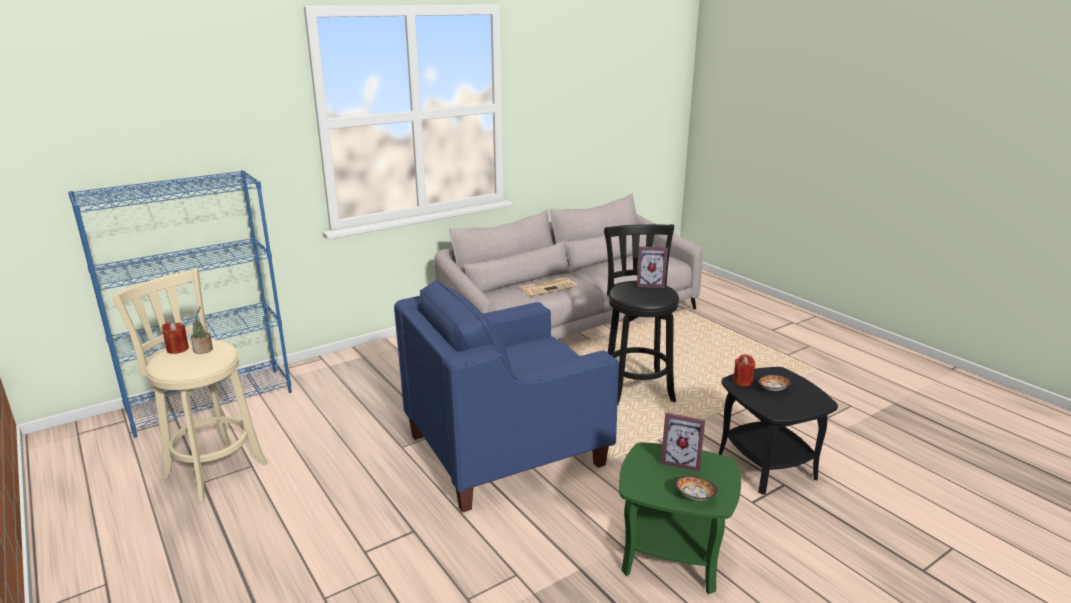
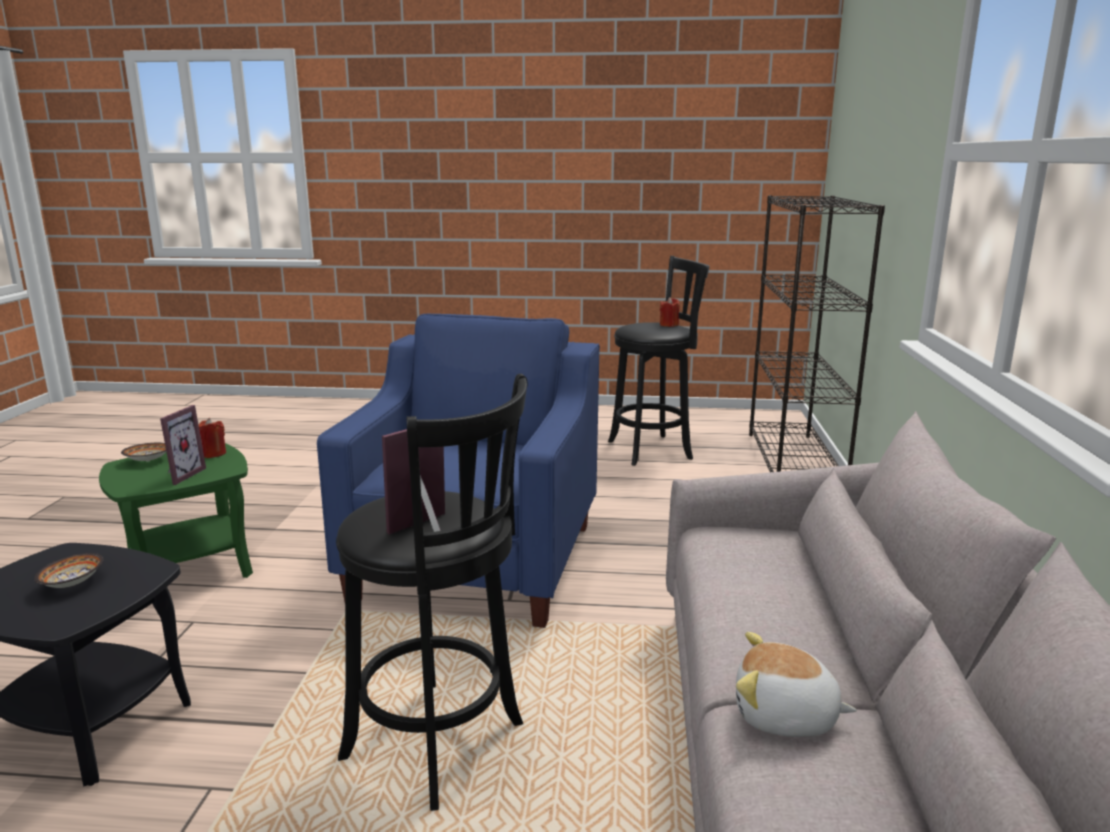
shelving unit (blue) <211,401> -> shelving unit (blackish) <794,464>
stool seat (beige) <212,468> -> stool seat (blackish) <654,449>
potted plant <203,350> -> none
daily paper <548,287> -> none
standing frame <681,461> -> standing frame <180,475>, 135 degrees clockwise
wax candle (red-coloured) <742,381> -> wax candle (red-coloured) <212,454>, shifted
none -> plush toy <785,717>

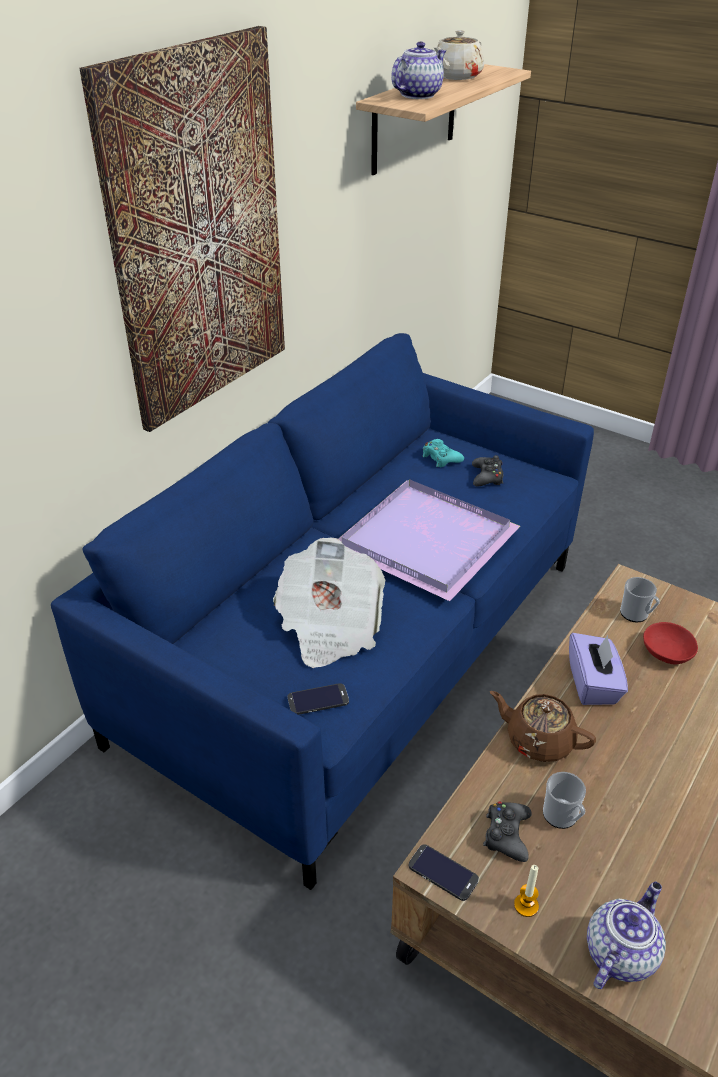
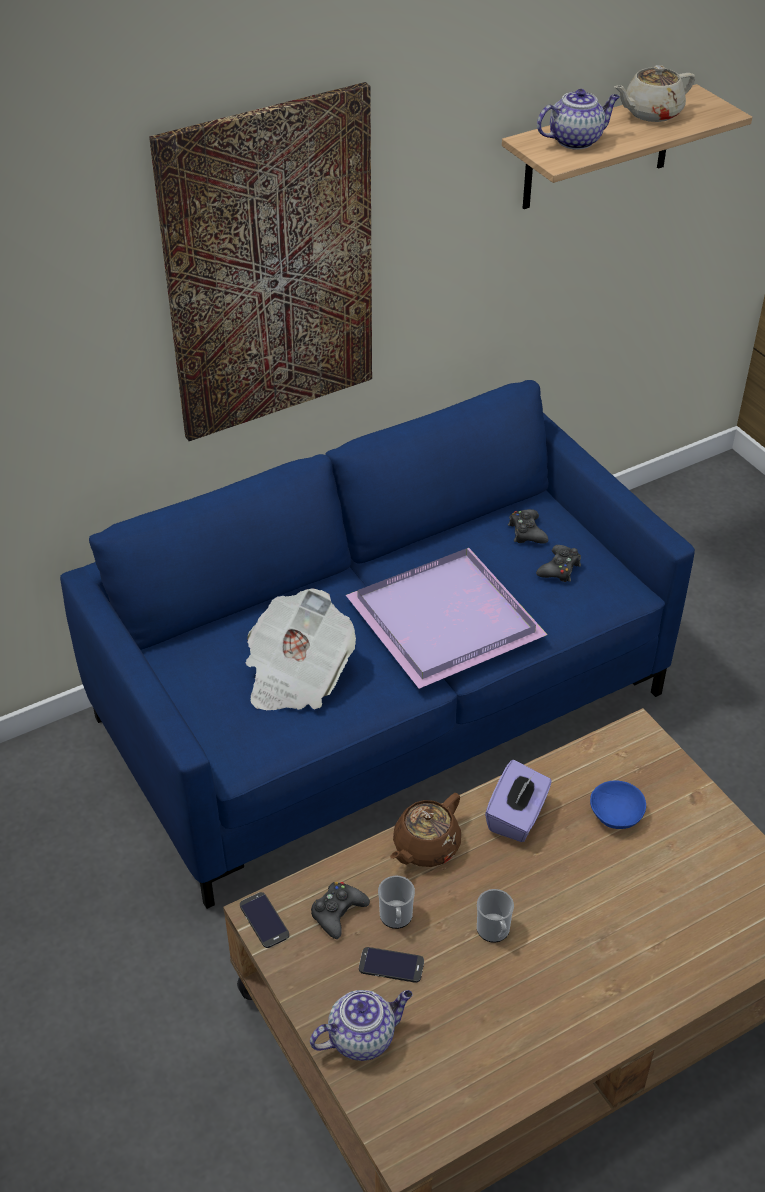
handset <318,700> -> handset <391,965>, shifted
gamepad (blue-green) <441,458> -> gamepad (blackish) <526,532>
tea pot (brown) <538,740> -> tea pot (brown) <425,847>, 105 degrees counterclockwise
wax candle <526,905> -> none
coffee mug <636,615> -> coffee mug <494,932>, shifted
bowl (red-coloured) <668,653> -> bowl (blue) <617,815>

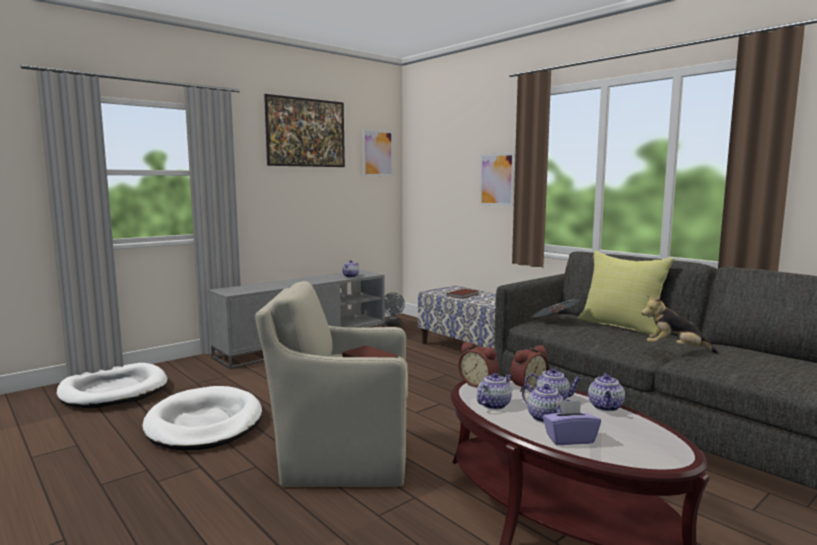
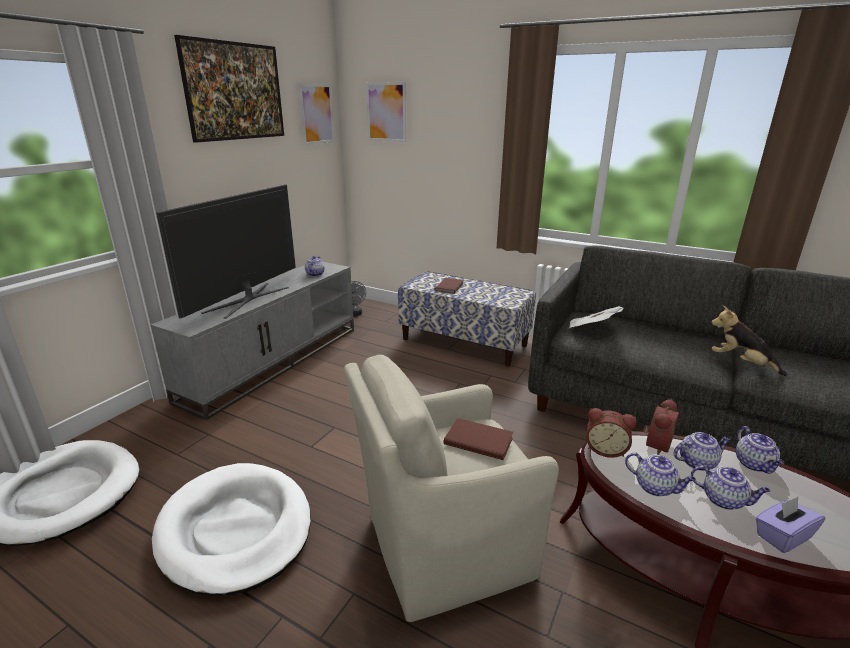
tea pot <494,404> -> tea pot <655,487>, 105 degrees clockwise
wall art <497,179> -> wall art <386,112>, shifted
pillow (yellowish) <622,326> -> none
plush toy <675,350> -> plush toy <741,363>, 45 degrees clockwise
none -> TV set <247,299>

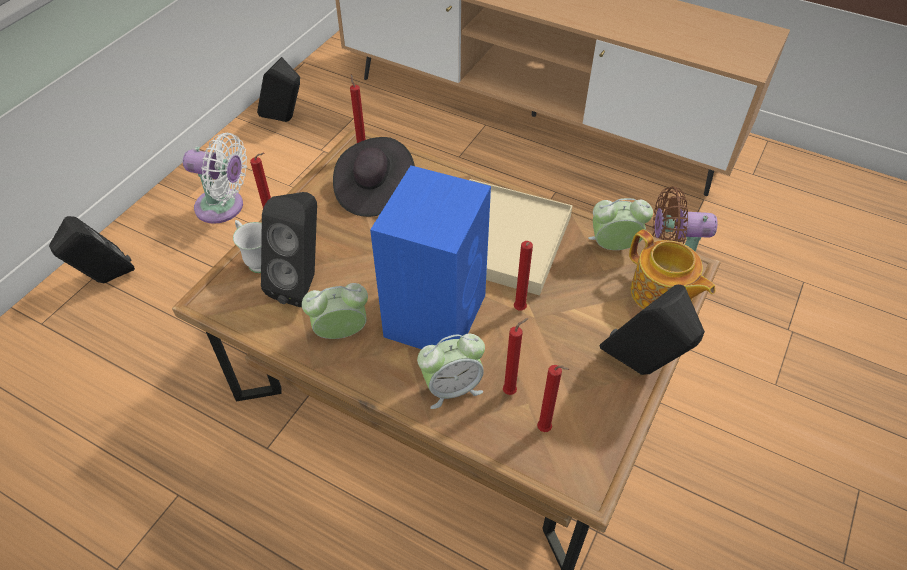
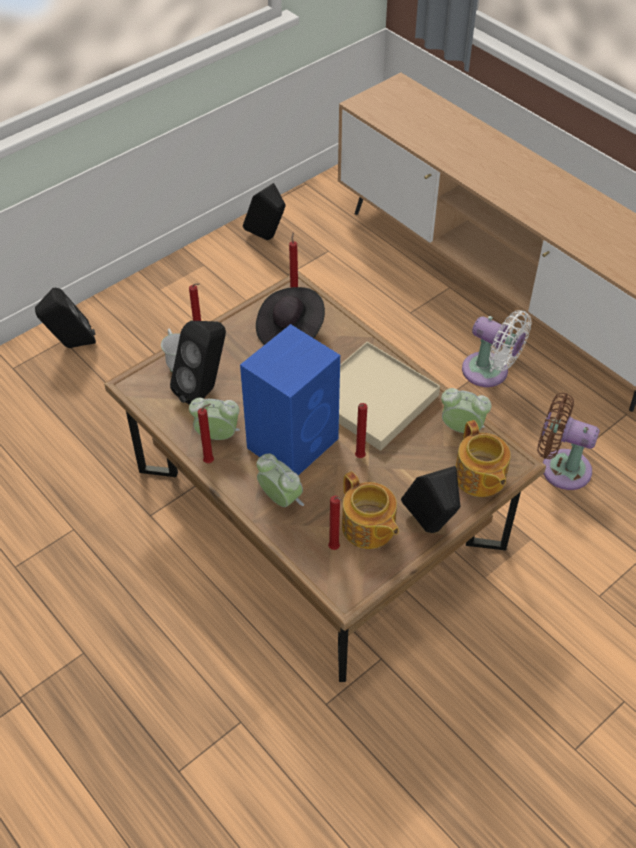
cooling fan (white-coloured) <224,207> -> cooling fan (white-coloured) <489,372>, shifted
table clock <452,388> -> table clock <280,499>, 135 degrees counterclockwise
wax candle (red-coloured) <511,391> -> wax candle (red-coloured) <210,461>, shifted
none -> tea pot <368,528>

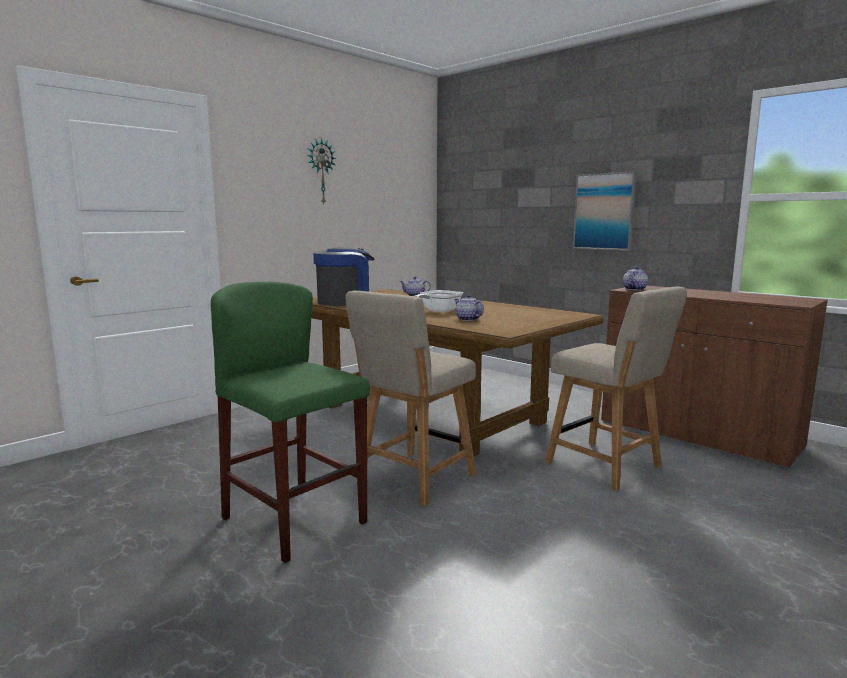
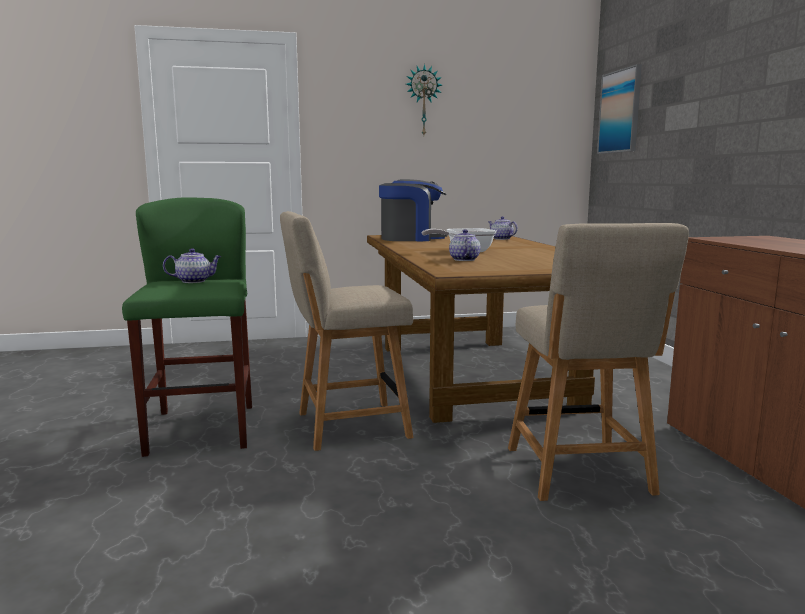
wall art <604,211> -> wall art <620,111>, shifted
tea pot <634,289> -> tea pot <194,281>, shifted

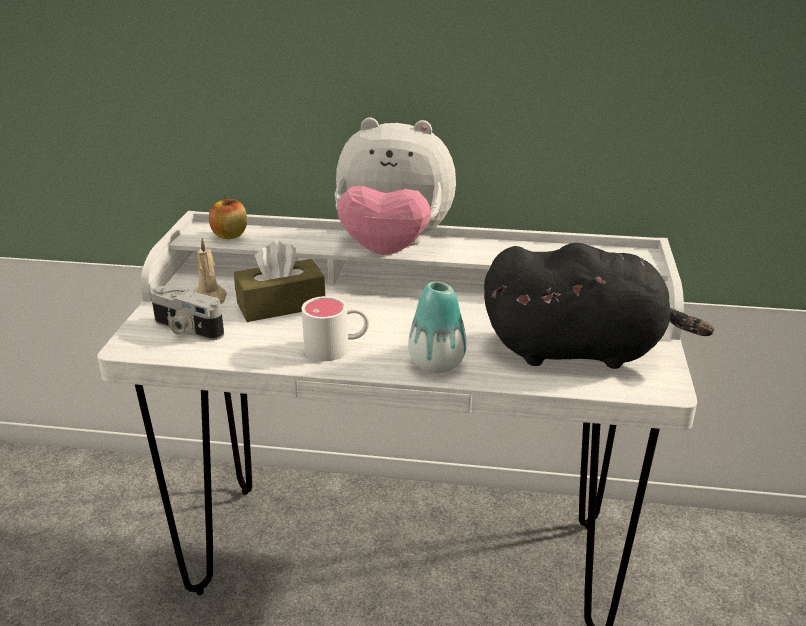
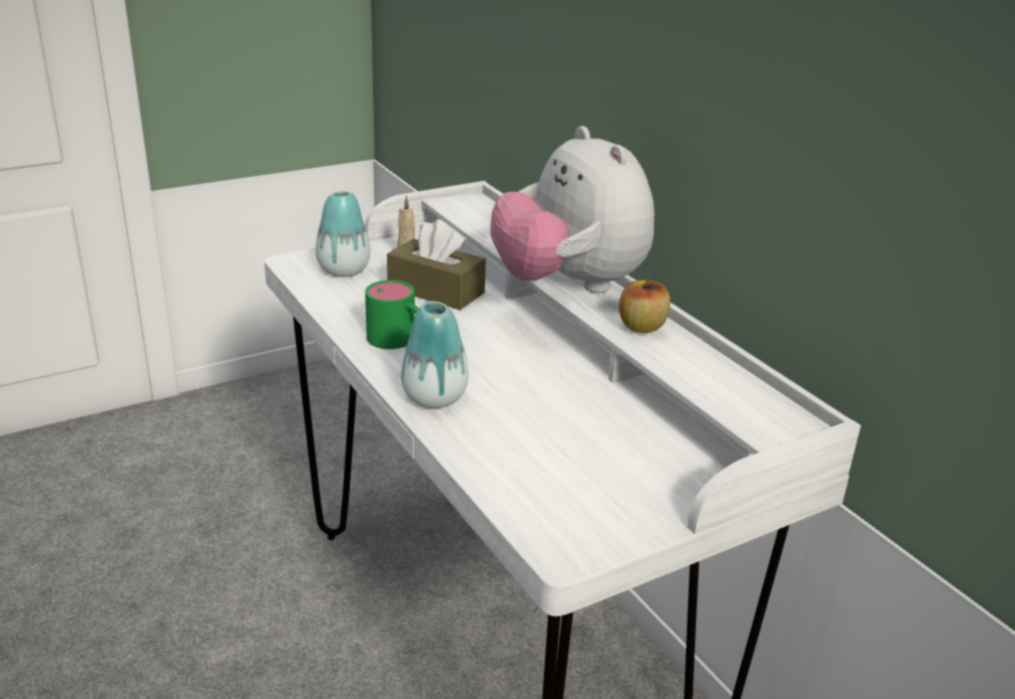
photo camera <186,329> -> flower vase <343,270>
whole apple <229,235> -> whole apple <641,327>, shifted
coffee mug (white-coloured) <337,348> -> coffee mug (greenish) <399,341>
plush toy (blackish) <580,350> -> none

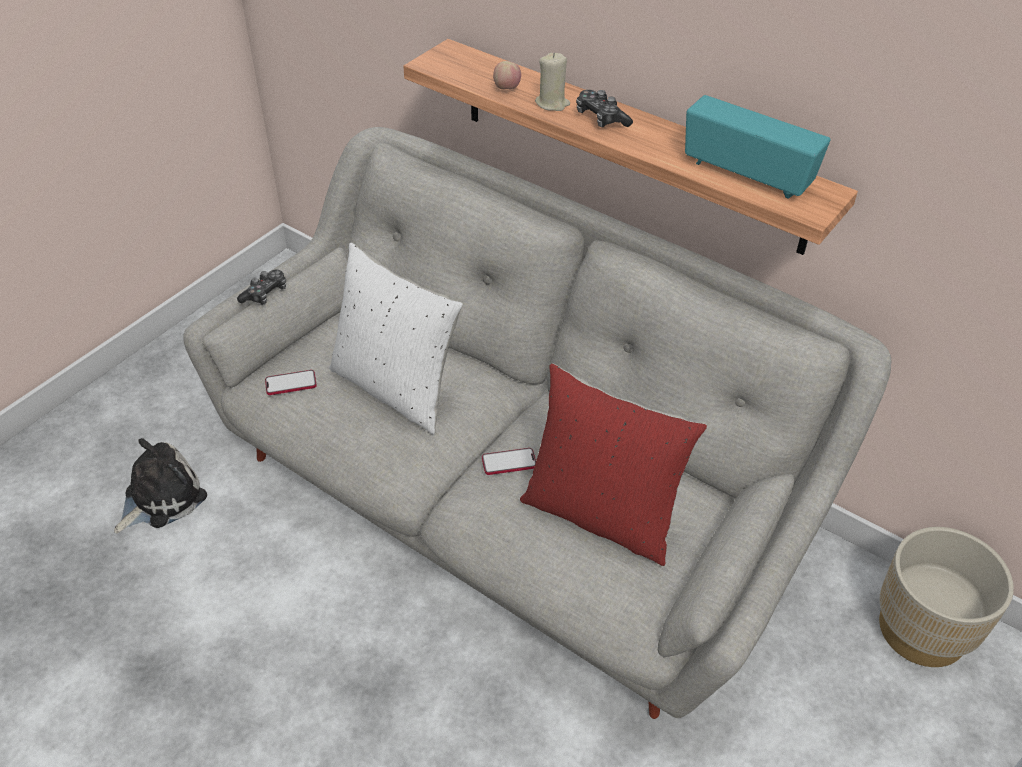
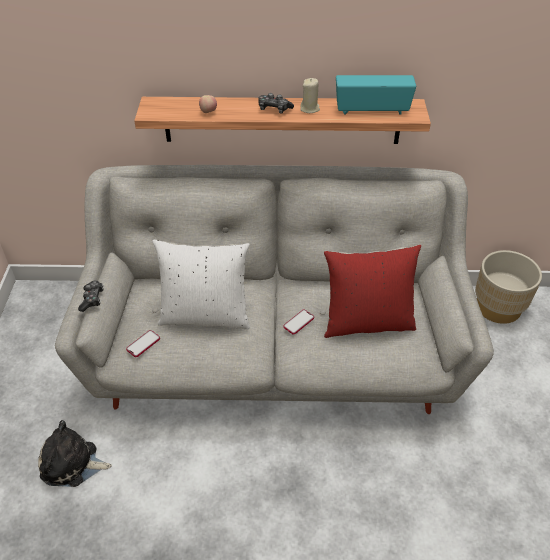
plush toy <161,497> -> plush toy <72,464>, 90 degrees counterclockwise
wax candle (beige) <552,103> -> wax candle (beige) <310,109>, shifted

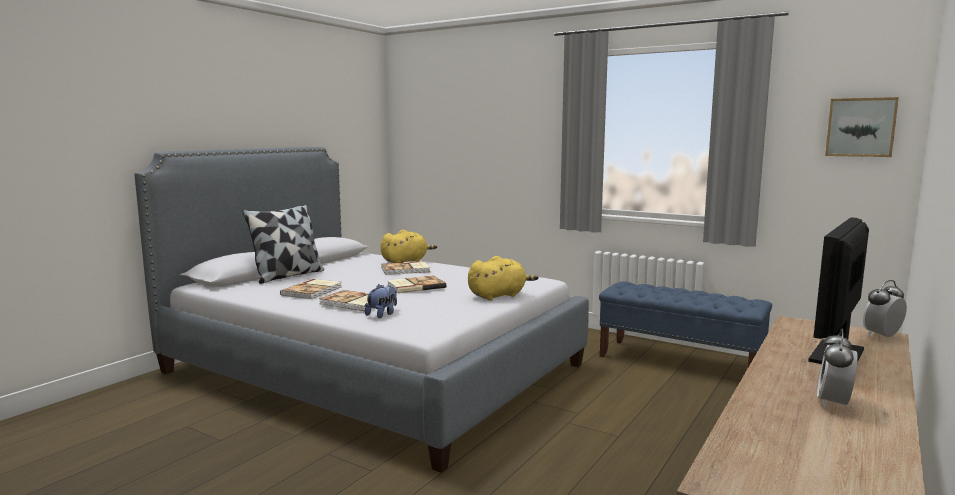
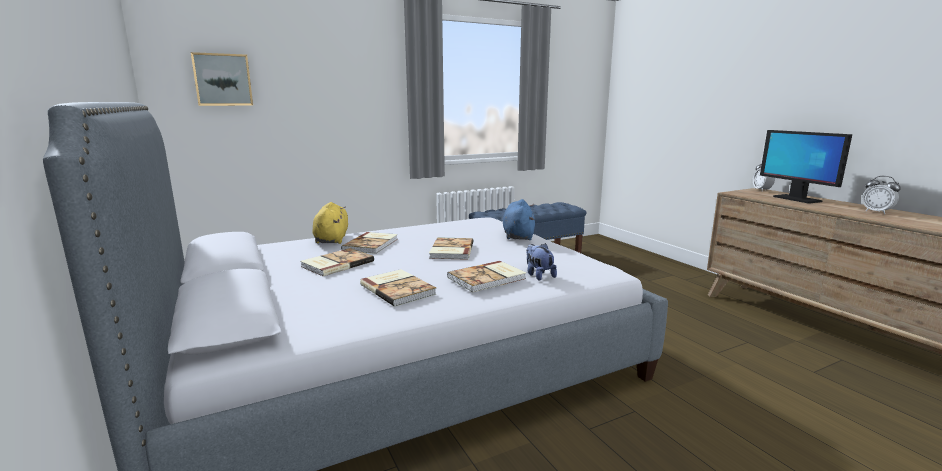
pillow <287,275> -> none
plush toy (yellowish) <499,295> -> plush toy (blue) <518,235>
wall art <860,127> -> wall art <223,80>, shifted
none -> book <336,264>

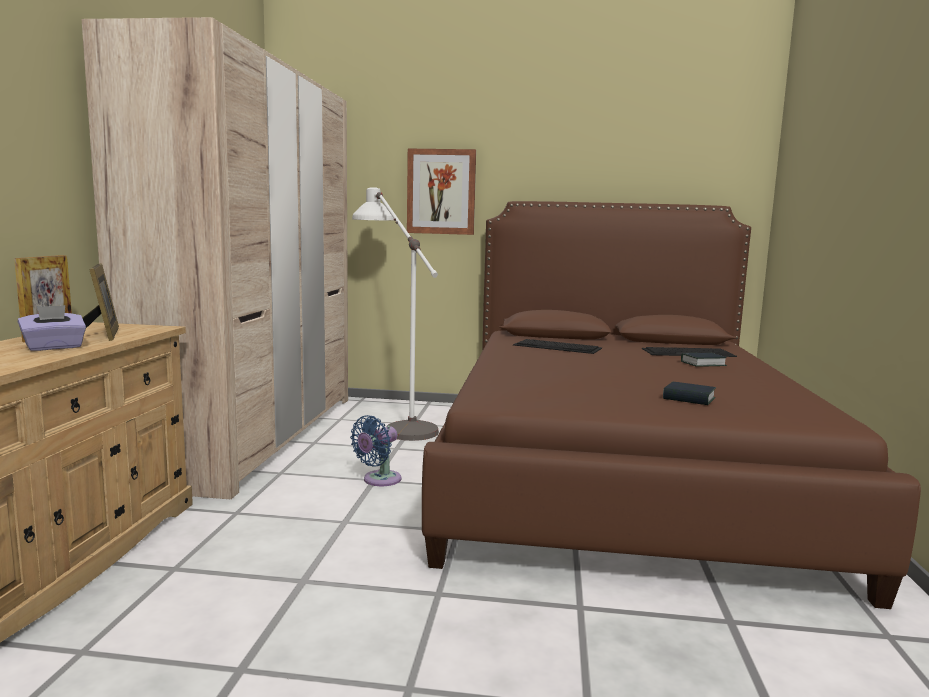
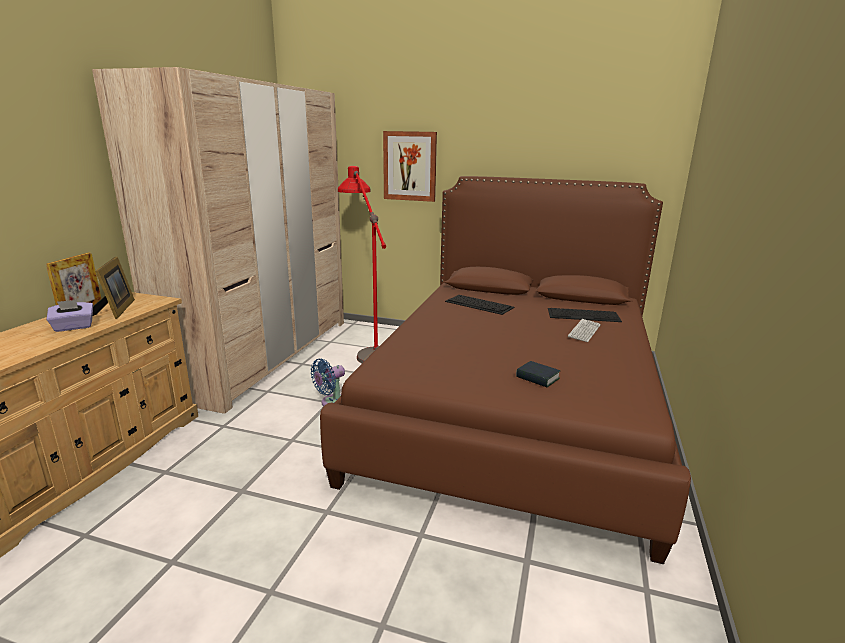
standard lamp (white-coloured) <395,422> -> standard lamp (red-coloured) <368,346>
book <703,364> -> PC keyboard <584,331>

